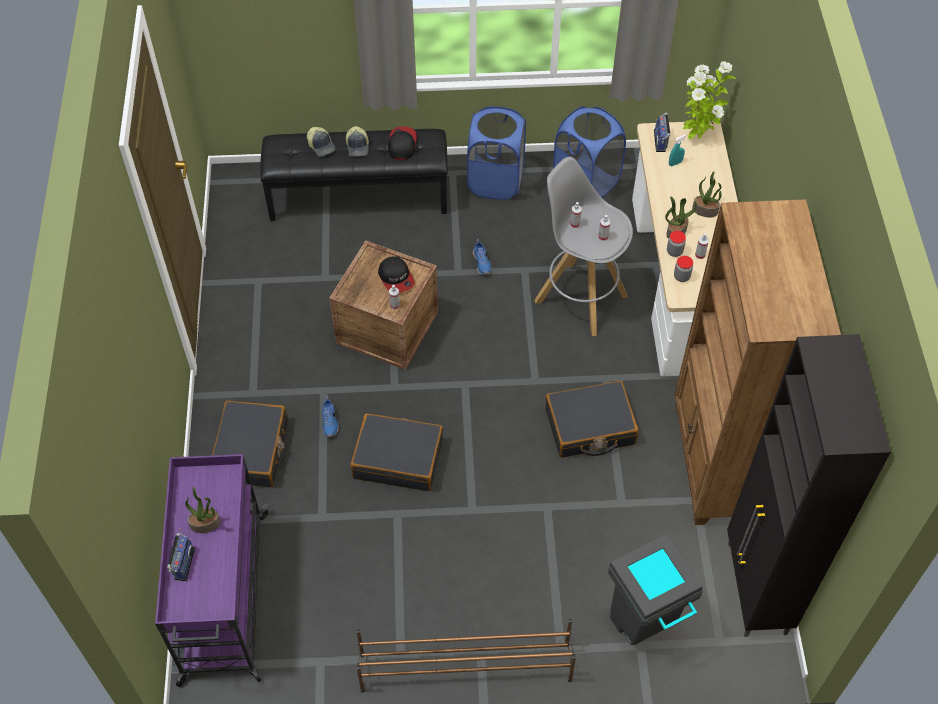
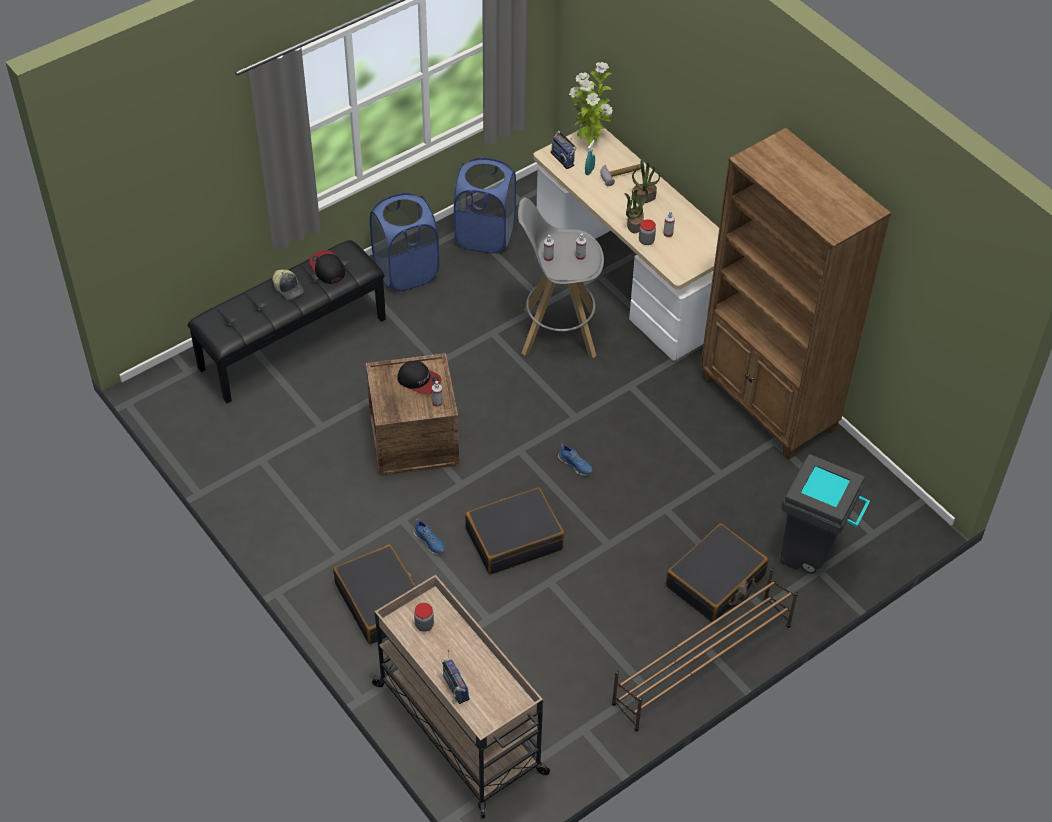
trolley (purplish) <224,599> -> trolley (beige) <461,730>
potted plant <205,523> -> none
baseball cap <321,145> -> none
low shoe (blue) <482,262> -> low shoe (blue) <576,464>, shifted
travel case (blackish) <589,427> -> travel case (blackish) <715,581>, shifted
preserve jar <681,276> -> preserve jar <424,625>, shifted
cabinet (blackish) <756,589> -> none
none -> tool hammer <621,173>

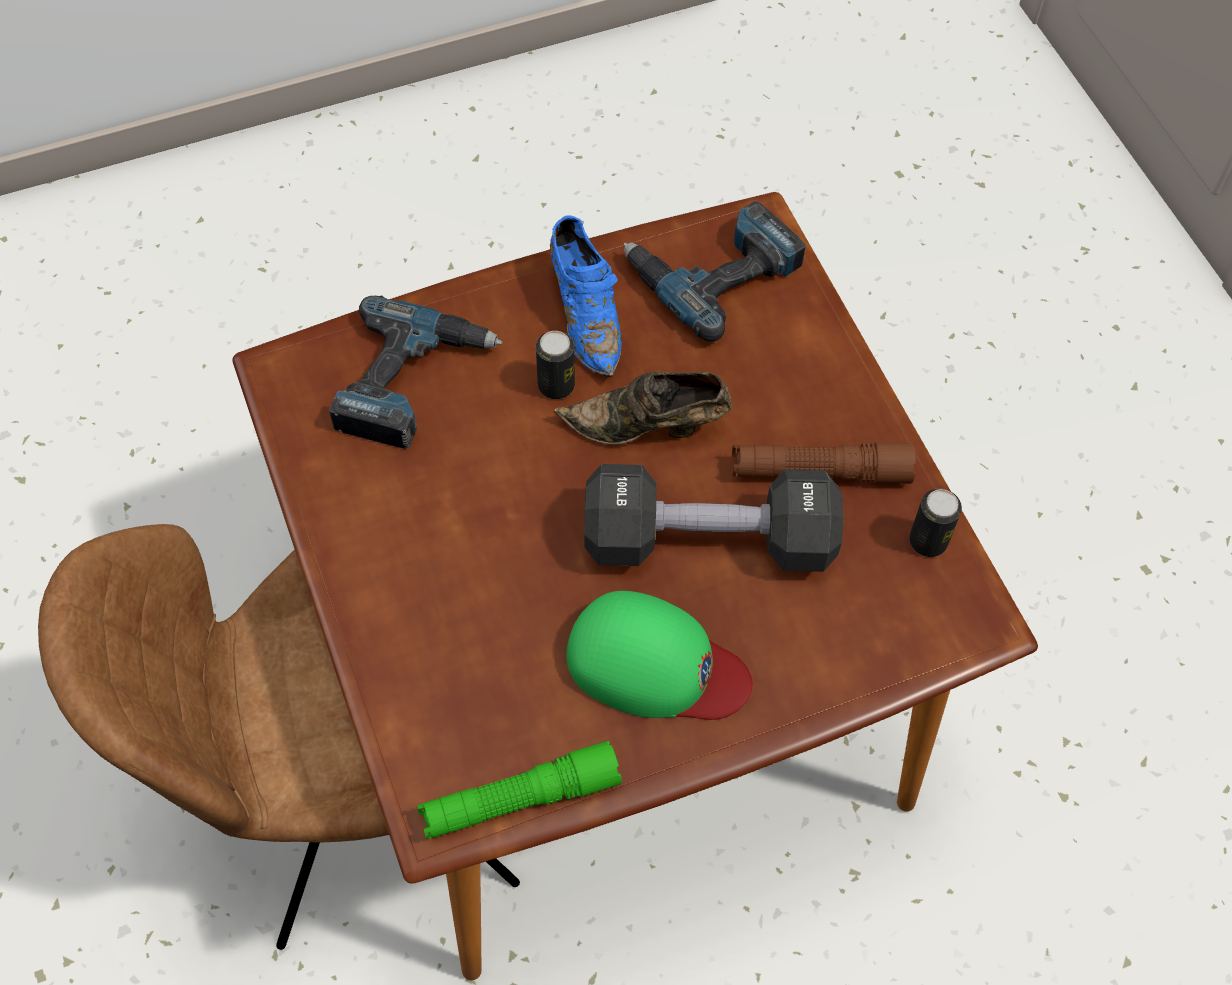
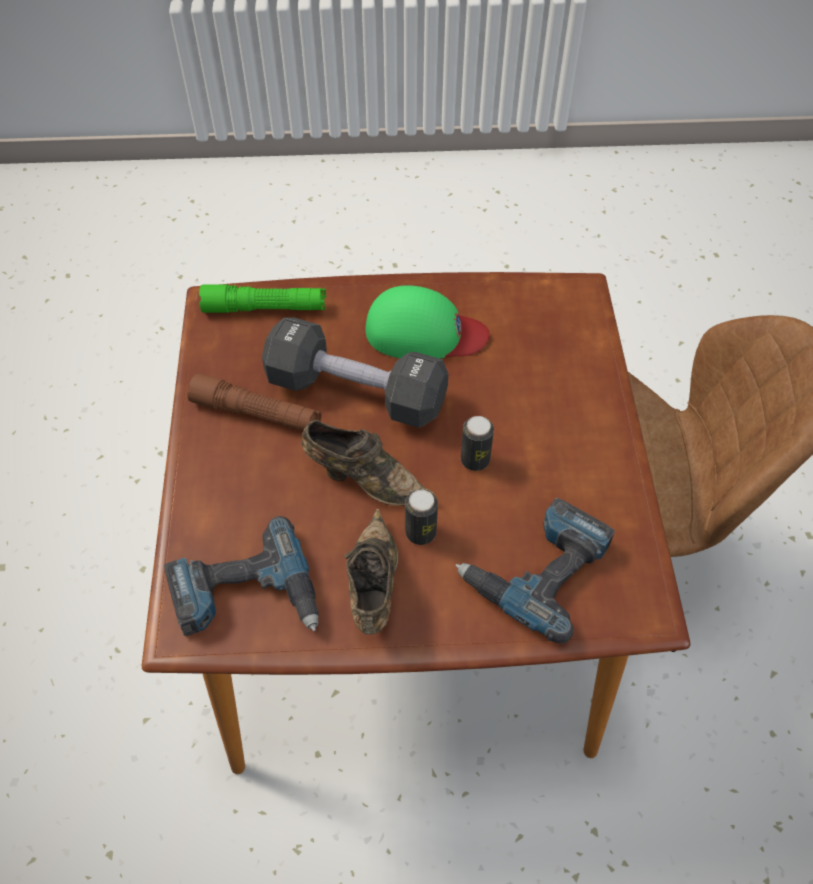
torch (greenish) <520,799> -> torch (greenish) <265,308>, shifted
low shoe (blue) <586,315> -> low shoe (brown) <373,587>
baseball cap (greenish) <655,665> -> baseball cap (greenish) <424,332>, 150 degrees clockwise
sealed can <928,541> -> sealed can <475,460>, shifted

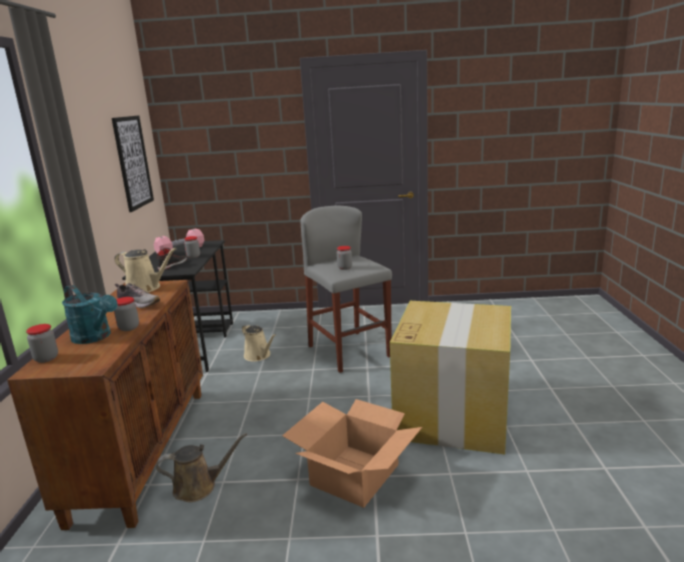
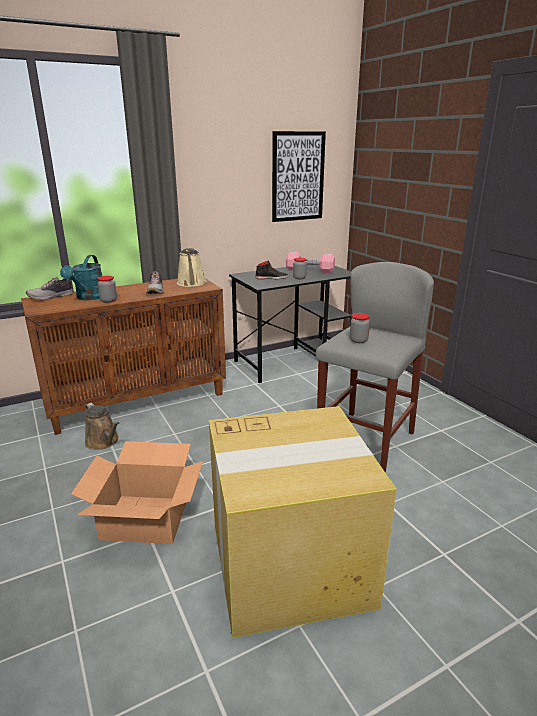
preserve jar <46,358> -> low shoe <51,297>
watering pot (beige) <259,356> -> none

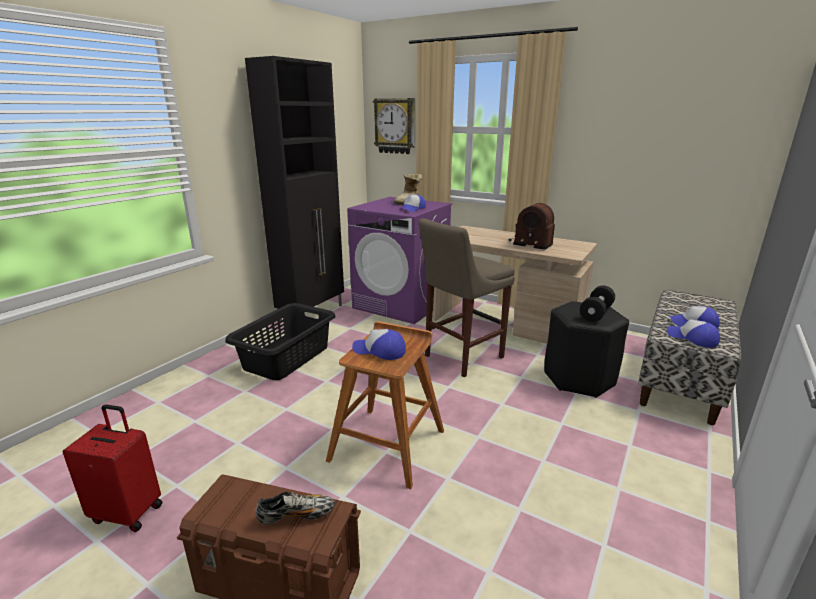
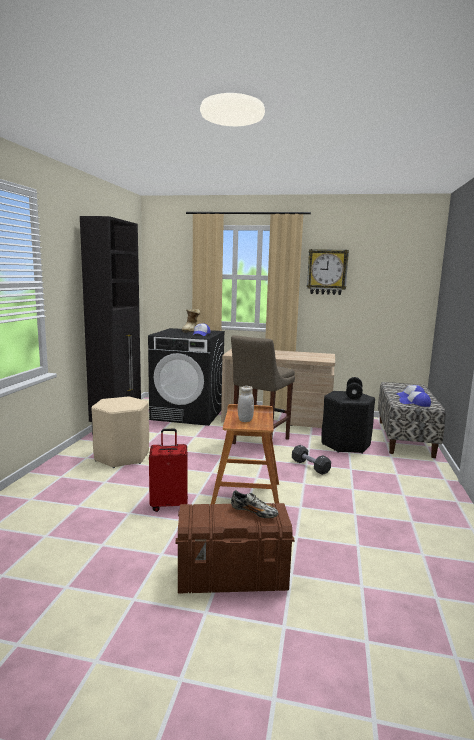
travel case (red-coloured) <128,512> -> travel case (red-coloured) <169,505>, shifted
washing basket (blackish) <287,357> -> stool seat (beige) <122,457>
low shoe <296,516> -> low shoe <254,513>, 60 degrees clockwise
laundry appliance (purplish) <401,304> -> laundry appliance (blackish) <188,414>
baseball cap <379,351> -> preserve jar (white-coloured) <245,420>
hanging clock <395,126> -> hanging clock <327,272>, shifted
radio <530,243> -> none
none -> hand weight (blackish) <310,466>

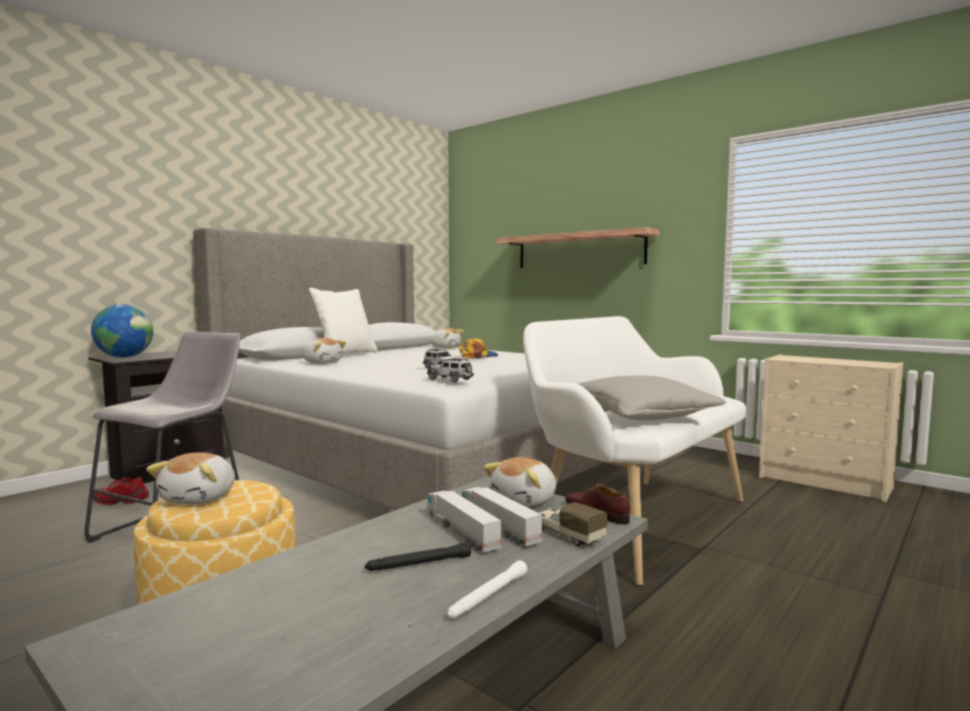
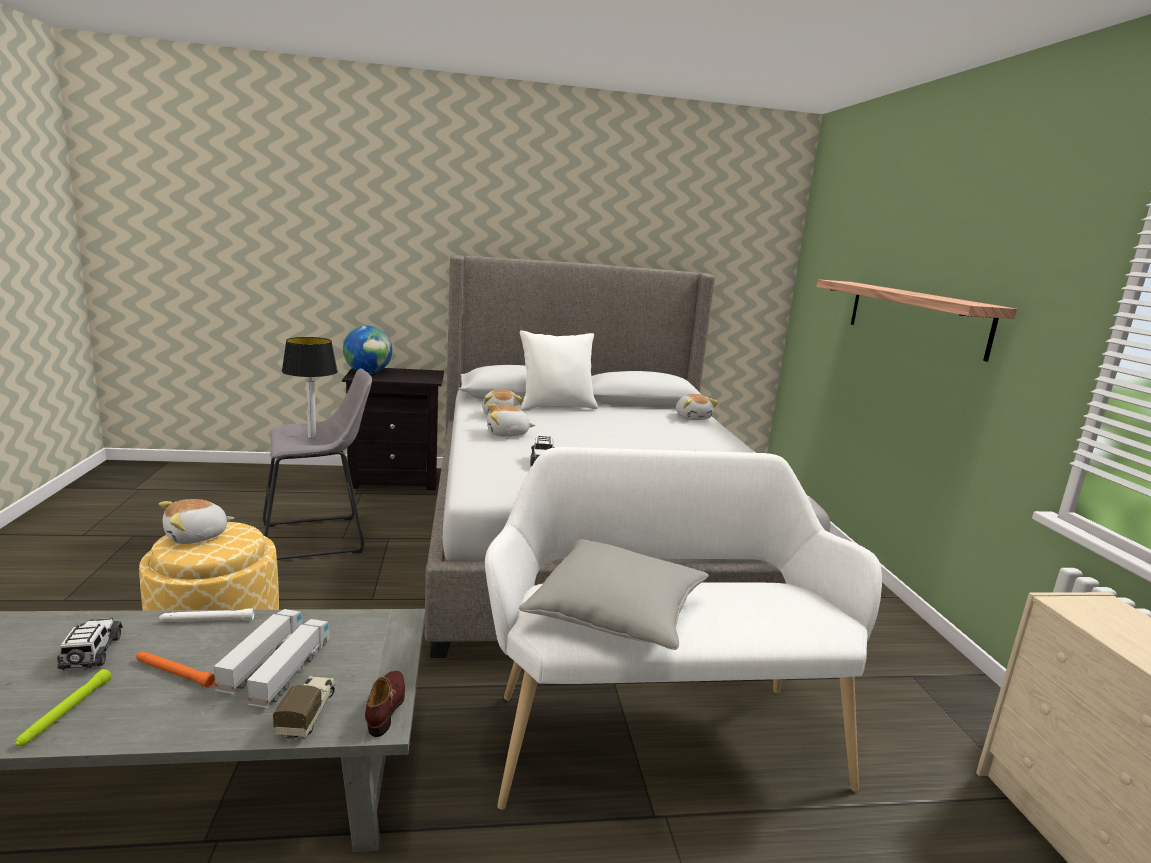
low shoe (red-coloured) <120,501> -> none
torch (blackish) <418,564> -> torch (orangey) <173,673>
miniature car <450,379> -> miniature car <91,654>, shifted
torch (white-coloured) <488,596> -> torch (white-coloured) <207,620>, shifted
baseball cap <478,356> -> none
plush toy <525,500> -> plush toy <507,434>, shifted
none -> torch (greenish) <65,713>
none -> lamp for a table <312,437>

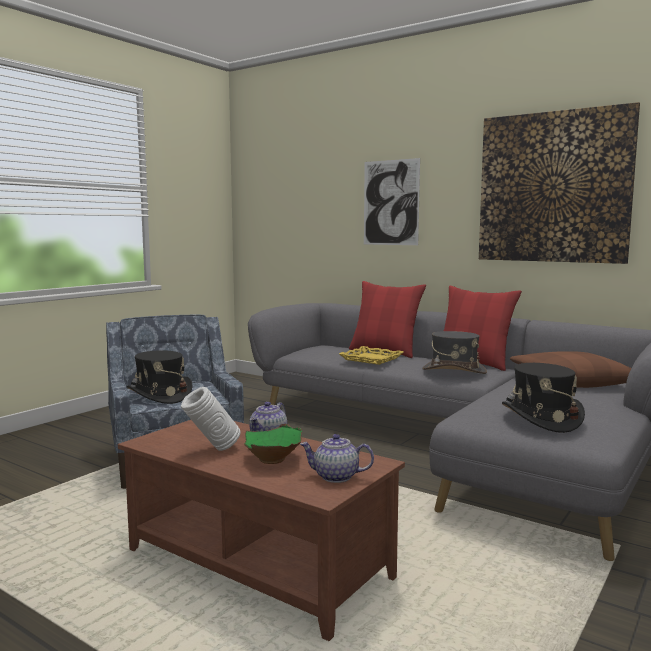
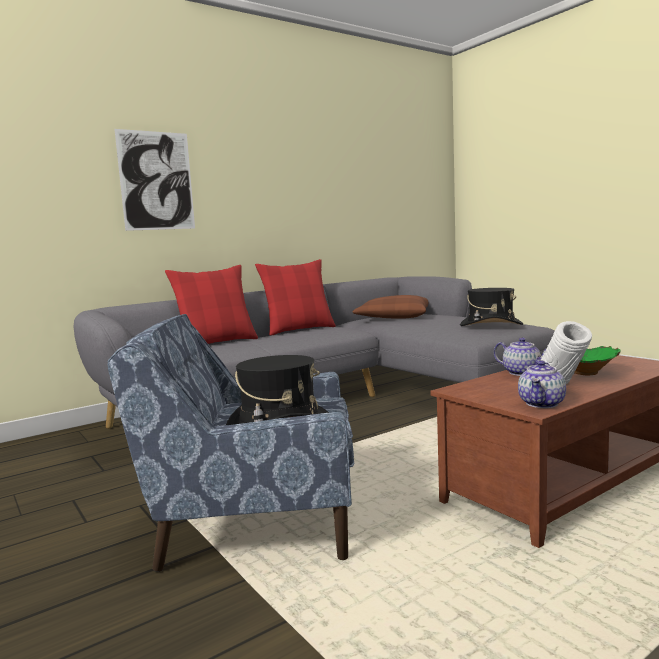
tea pot <335,477> -> tea pot <542,404>, shifted
tray (yellowish) <371,359> -> none
hat (gray) <454,371> -> none
wall art <553,187> -> none

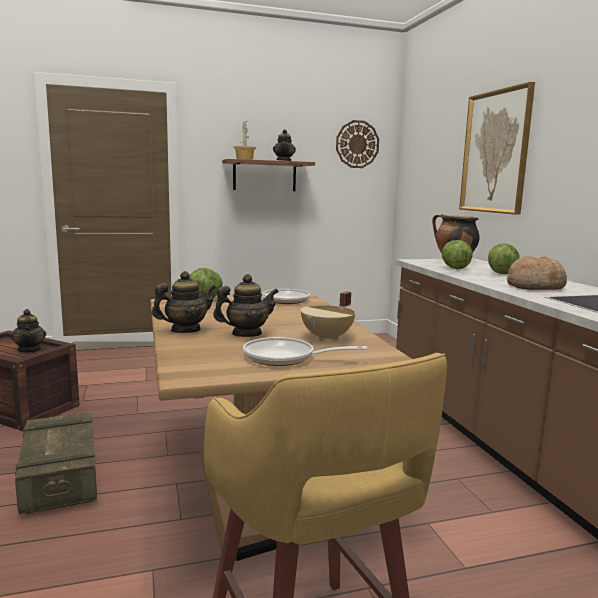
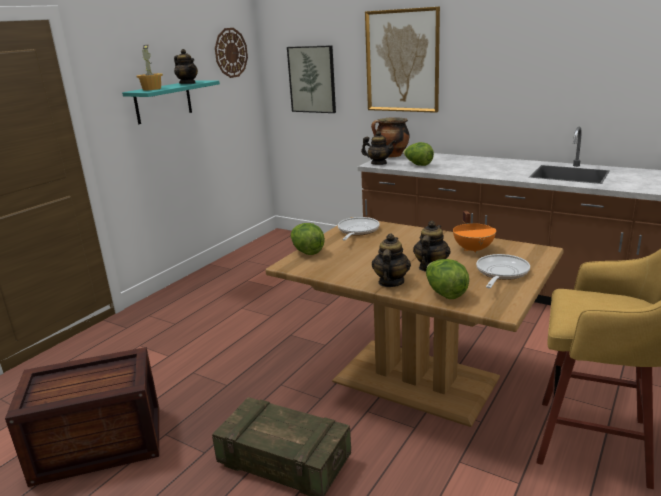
tea pot <30,350> -> tea pot <379,163>, shifted
bracket shelf (brown) <264,176> -> bracket shelf (blue-green) <163,102>
pan <285,358> -> pan <500,273>, 150 degrees clockwise
saucepot (beige) <328,338> -> saucepot (orangey) <474,249>
lettuce head <501,273> -> lettuce head <445,293>, shifted
bakery bread <535,286> -> none
none -> wall art <312,79>

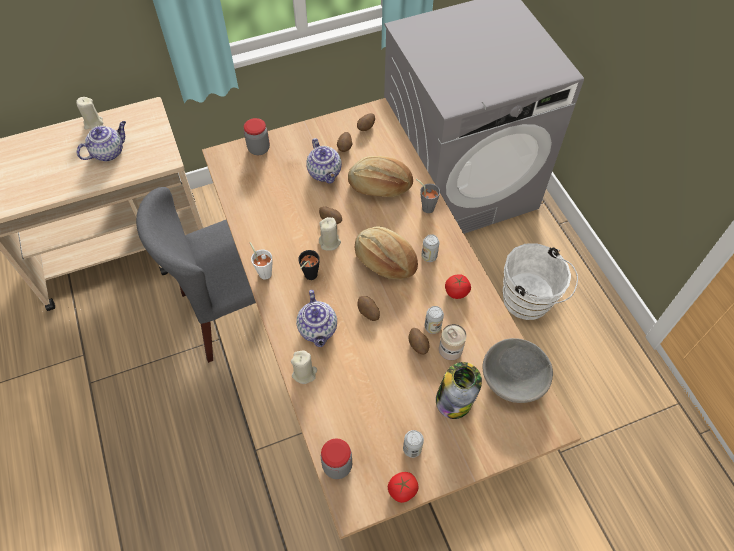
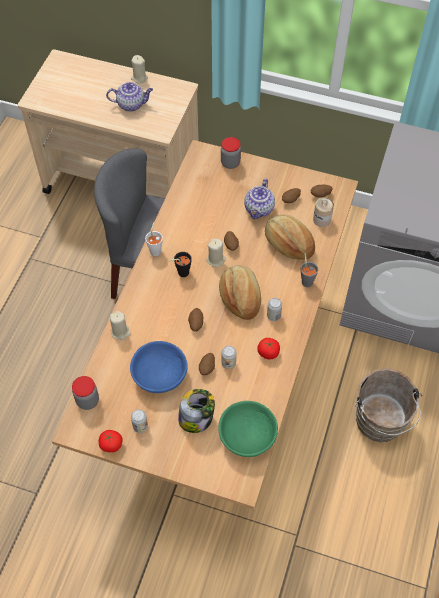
tea pot <318,330> -> none
sealed can <450,349> -> sealed can <322,219>, shifted
bowl (gray) <513,379> -> bowl (greenish) <248,436>
water bucket (white-coloured) <529,302> -> water bucket (brown) <379,424>
none -> bowl (blue) <160,376>

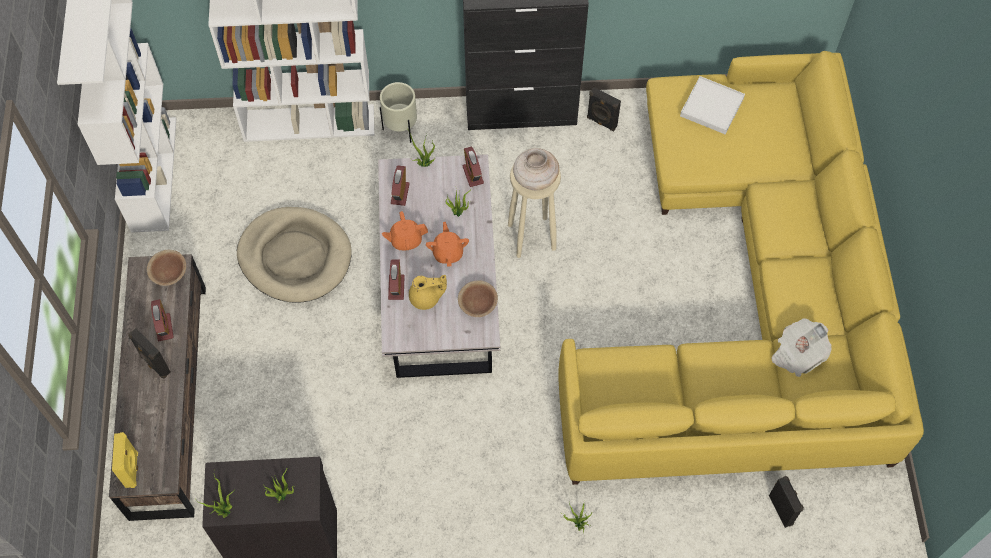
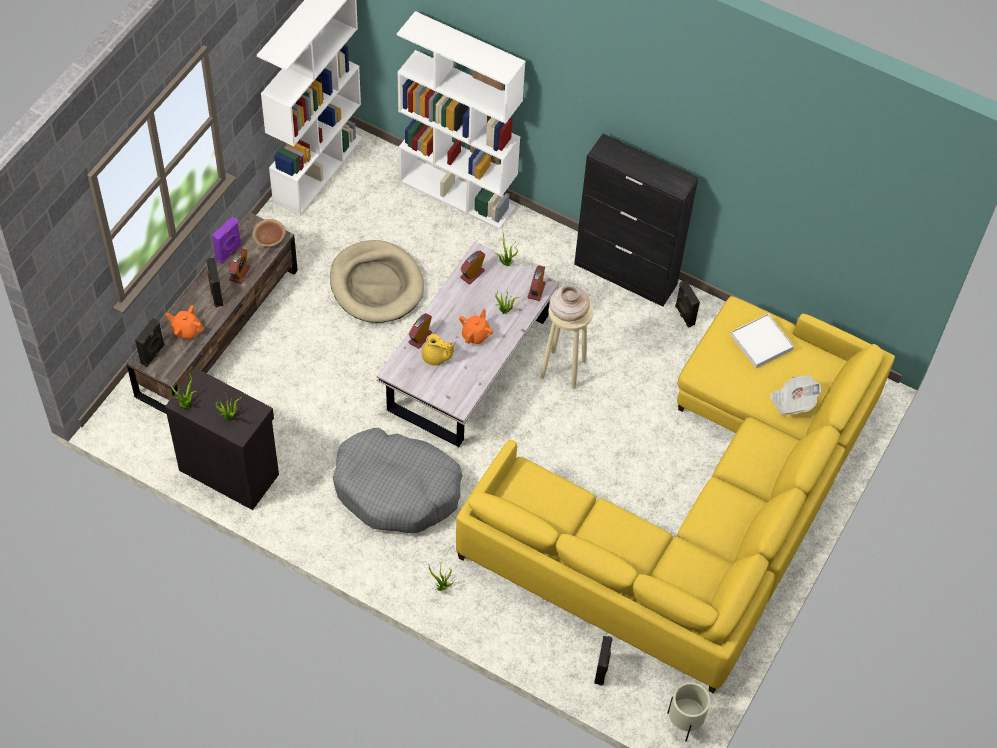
speaker (yellowish) <132,469> -> speaker (blackish) <153,354>
flower pot (beige) <401,130> -> flower pot (beige) <684,723>, shifted
tea pot (orangey) <405,240> -> tea pot (orangey) <186,330>, shifted
bowl (brown) <478,303> -> none
daily paper <797,353> -> daily paper <793,401>, shifted
none -> speaker (purplish) <229,253>
none -> pet bed (gray) <397,489>

